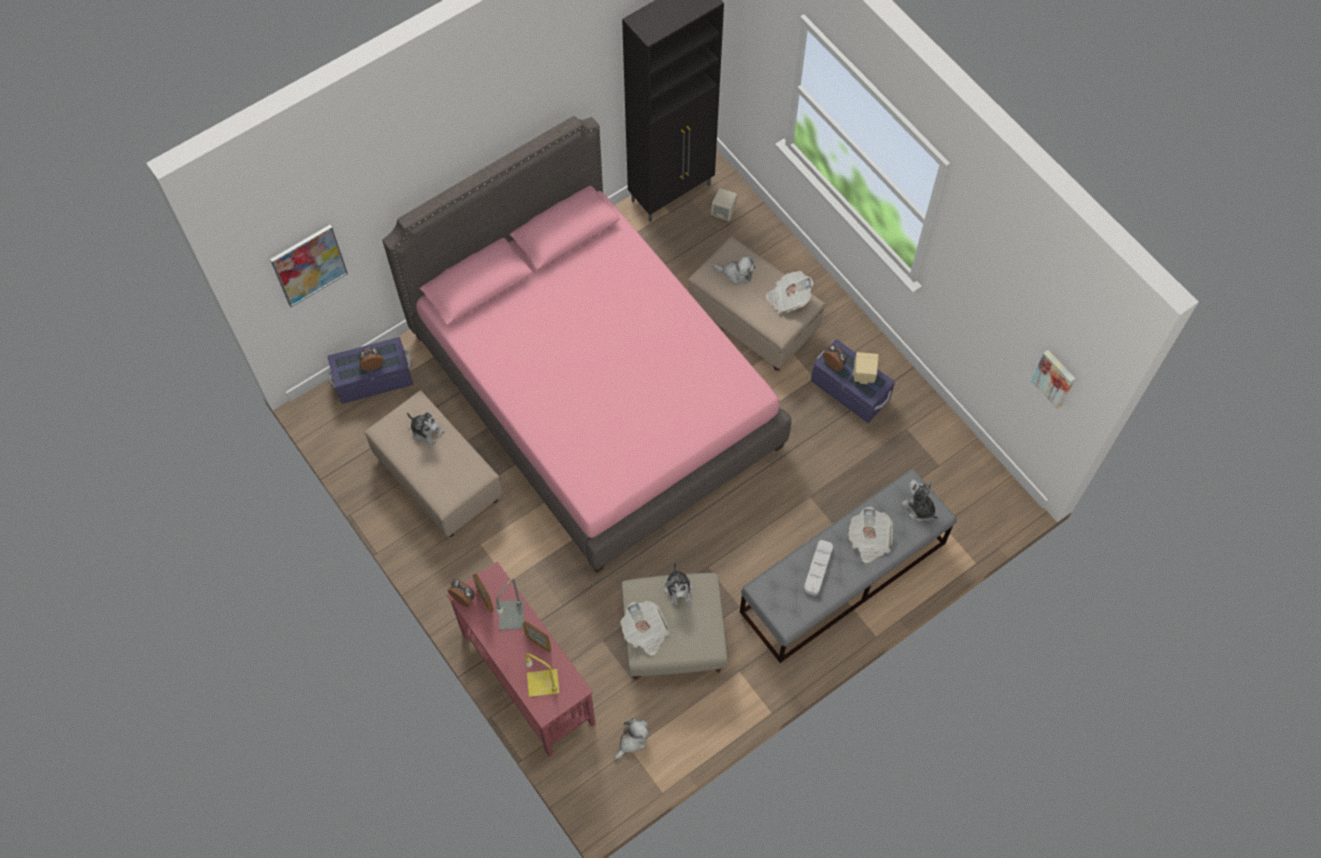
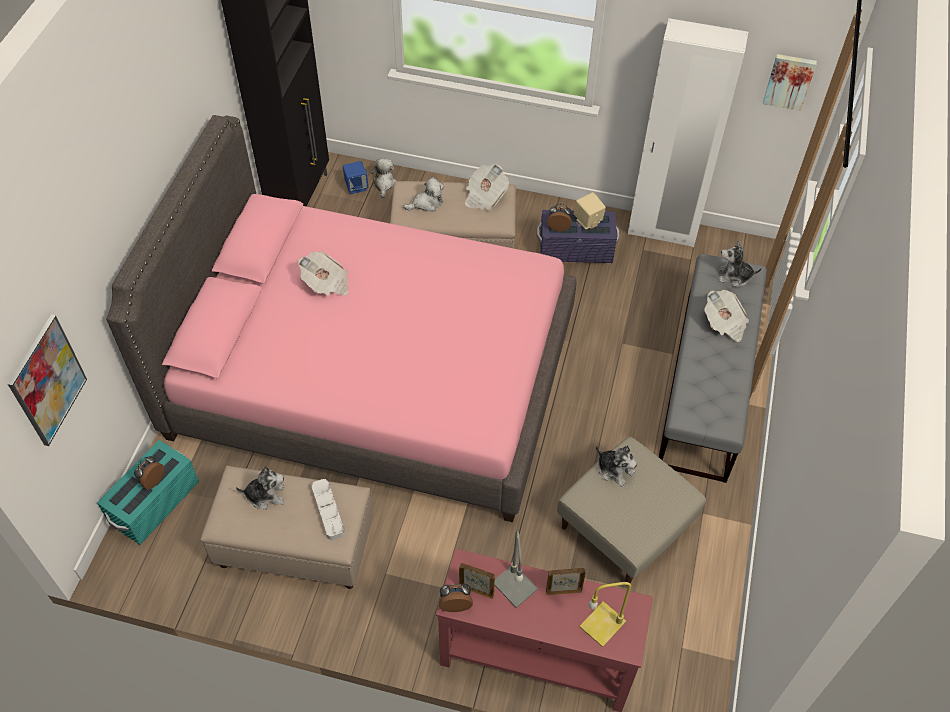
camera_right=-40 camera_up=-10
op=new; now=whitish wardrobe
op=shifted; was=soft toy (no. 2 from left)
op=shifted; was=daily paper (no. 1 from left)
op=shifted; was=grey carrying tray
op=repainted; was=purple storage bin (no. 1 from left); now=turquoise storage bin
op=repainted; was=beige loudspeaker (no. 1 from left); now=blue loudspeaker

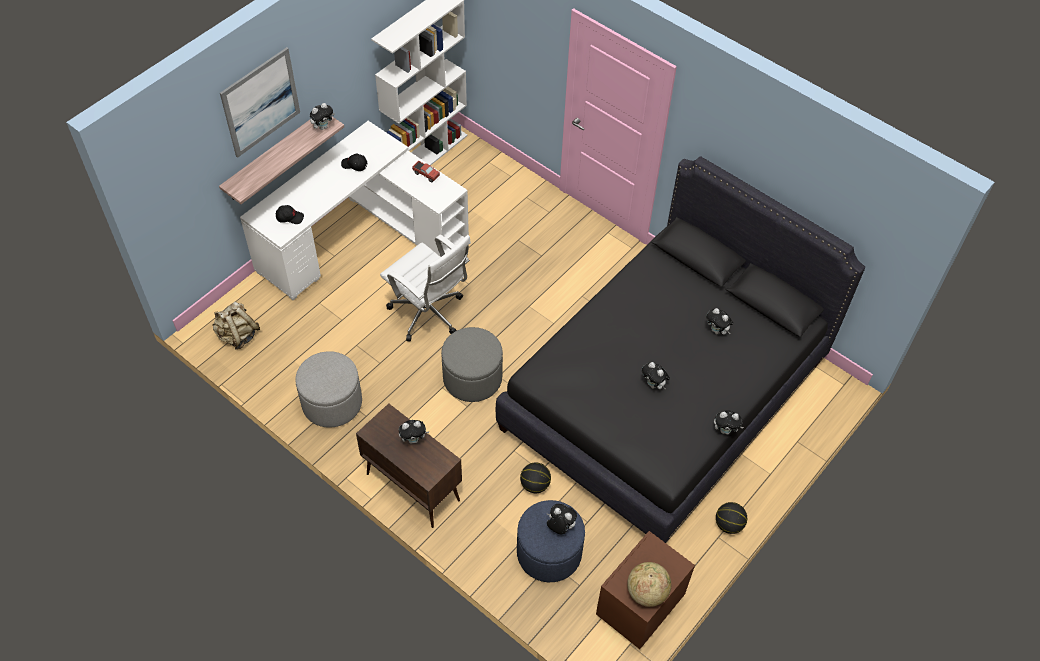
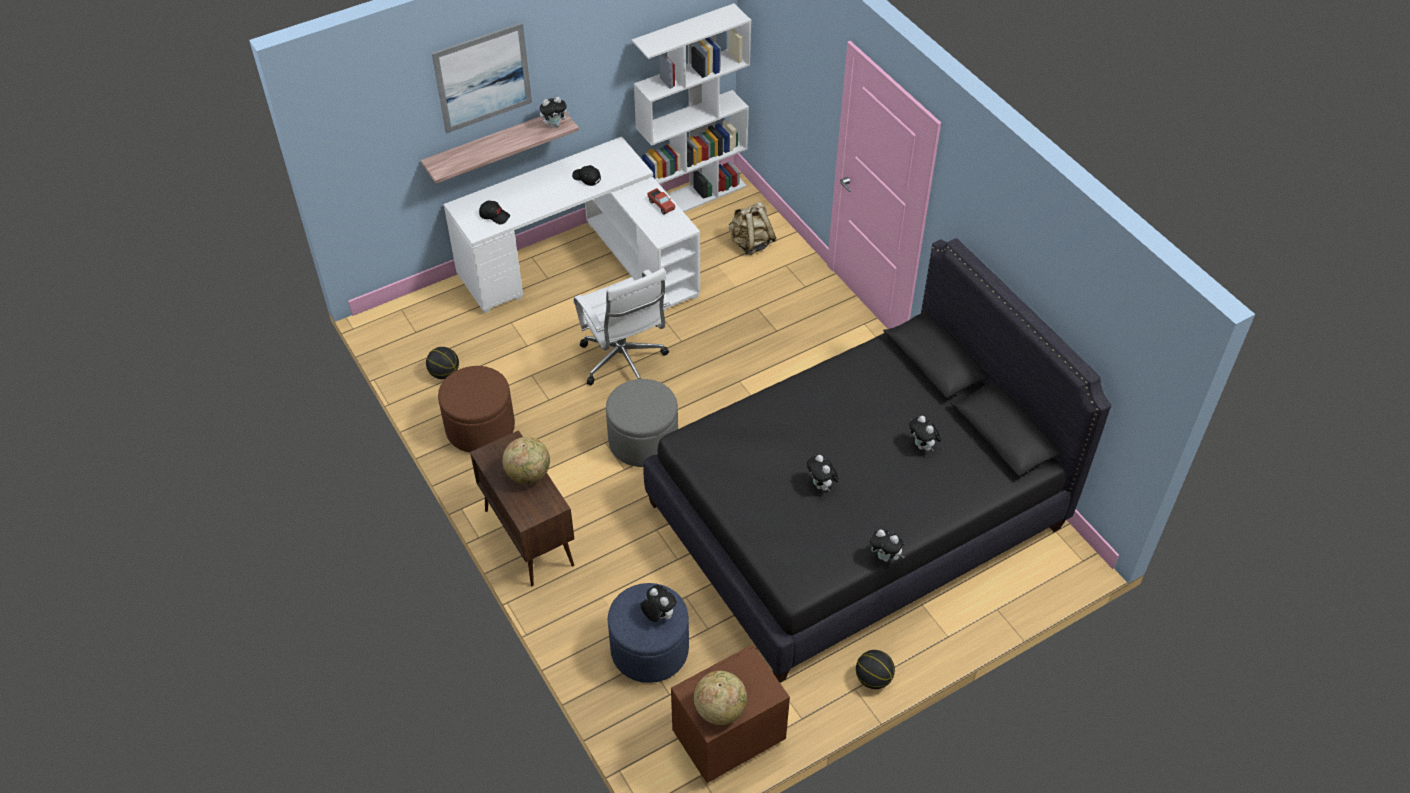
camera_right=20 camera_up=-5
op=shifted; was=beige backpack
op=shifted; was=basketball ball (no. 1 from left)
op=swapped; was=soft toy (no. 2 from left); now=desk globe (no. 1 from left)
op=repainted; was=grey pouffe (no. 1 from left); now=brown pouffe

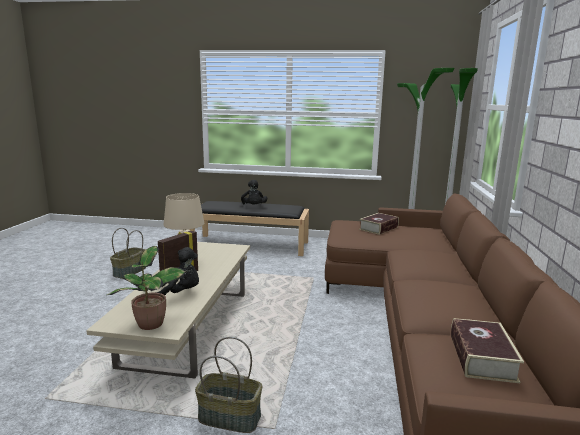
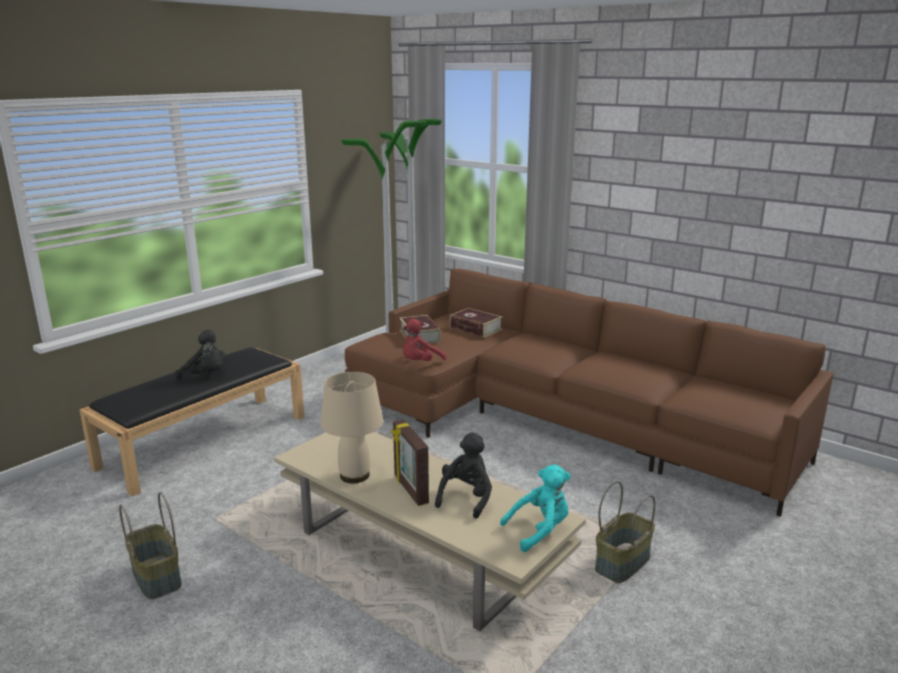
camera_right=-60 camera_up=5
op=new; now=red-coloured soft toy
op=shifted; was=book (no. 2 from left)
op=swapped; was=houseplant; now=turquoise soft toy

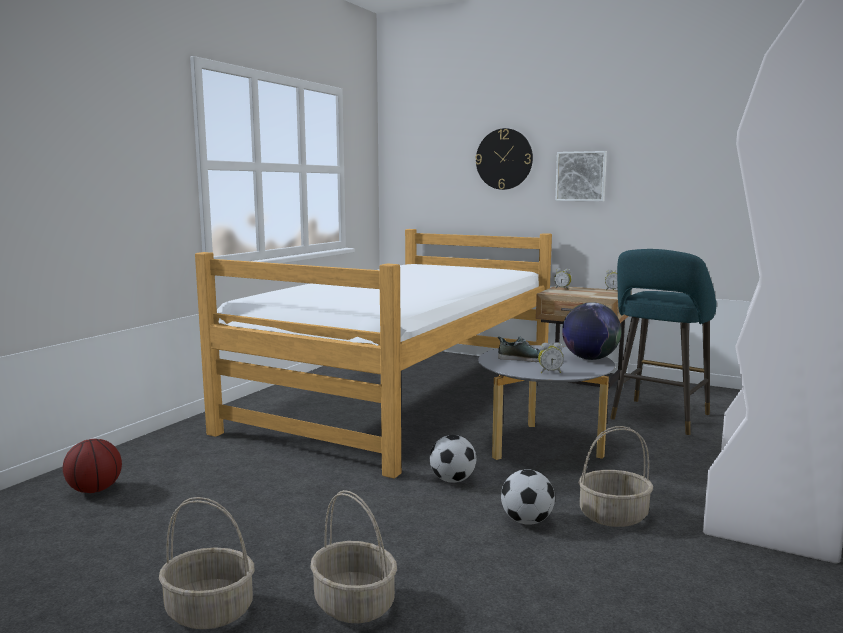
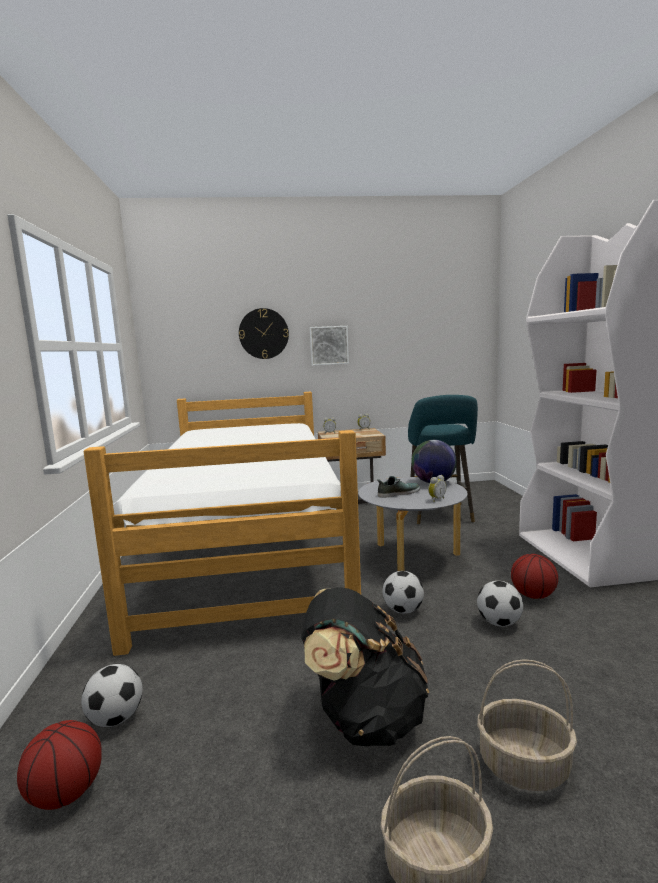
camera_right=-35 camera_up=0
op=new; now=ball for football (no. 1 from left)
op=new; now=black backpack
op=swapped; was=storage basket (no. 3 from left); now=basketball ball (no. 2 from left)

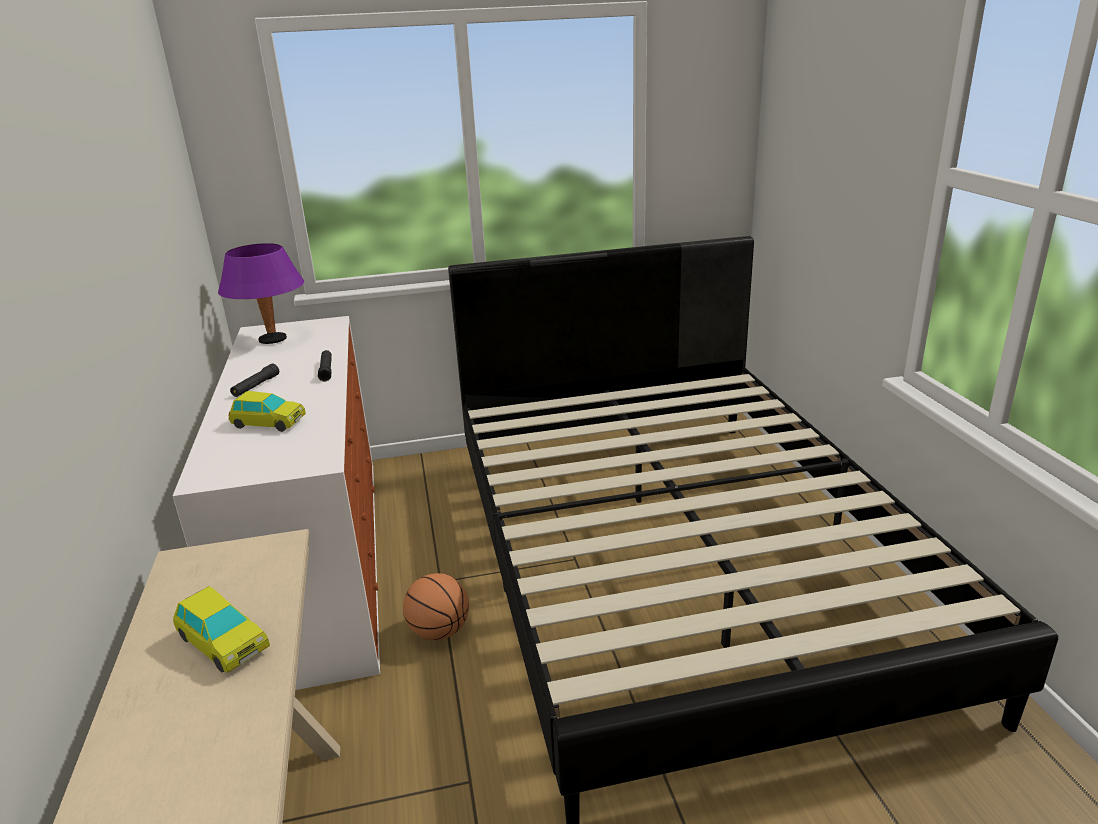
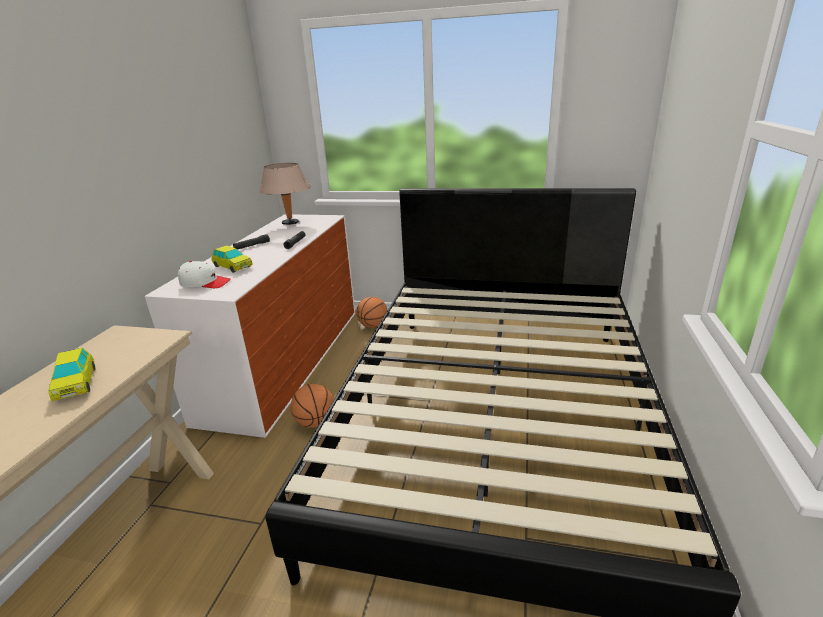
camera_right=25 camera_up=0
op=new; now=whitish cap
op=new; now=basketball ball (no. 2 from left)
op=repainted; was=purple table lamp; now=beige table lamp

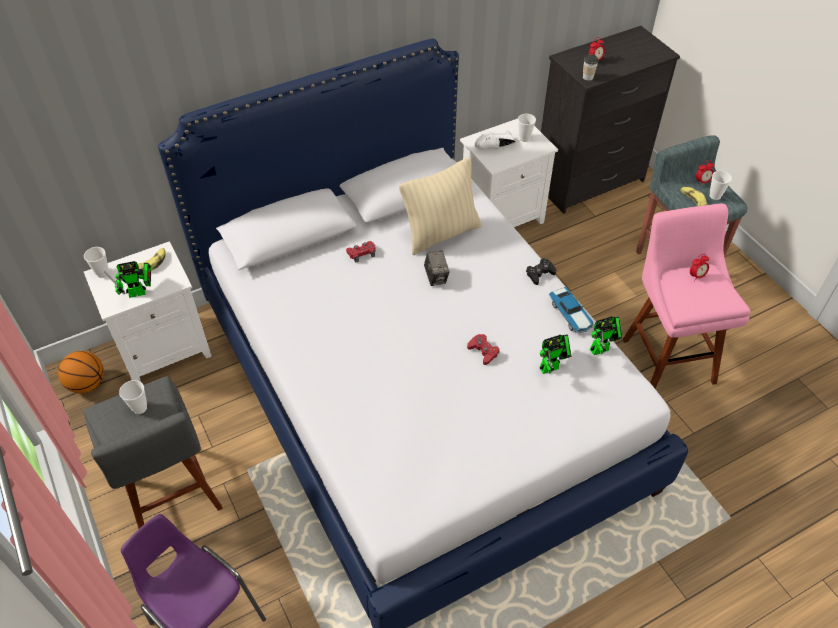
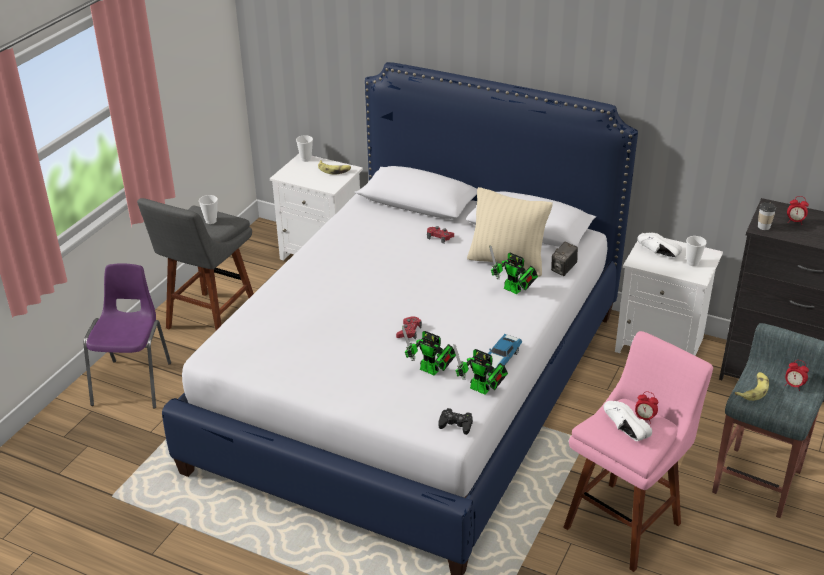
camera_right=55 camera_up=-15
op=gone; was=basketball ball
op=gone; was=small cup (no. 5 from left)
op=new; now=whitish item of footwear (no. 1 from left)
op=shifted; was=model robot (no. 1 from left in the first image); now=model robot (no. 3 from left)
op=shifted; was=photo camera
op=shifted; was=black joypad

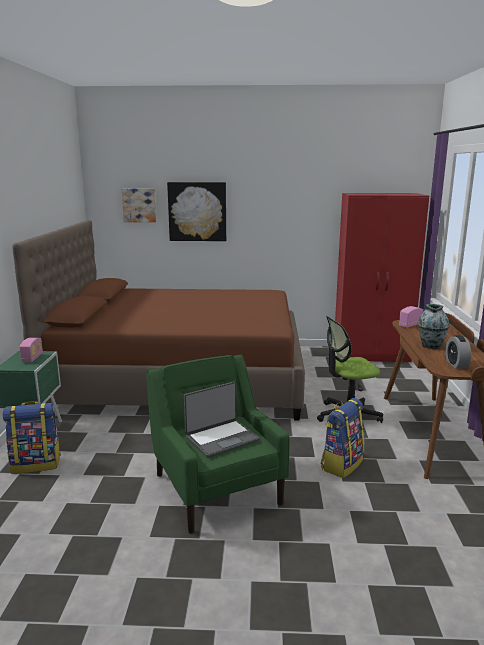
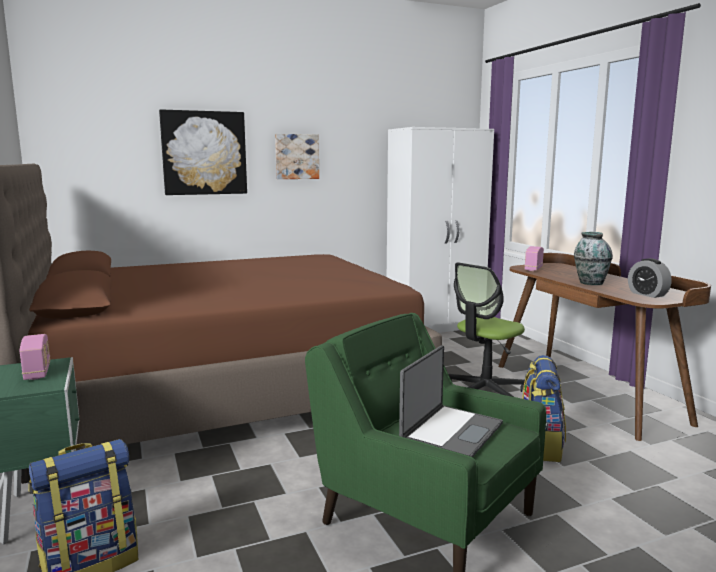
camera_right=-25 camera_up=-5
op=shifted; was=wall picture (no. 1 from left in the first image); now=wall picture (no. 2 from left)
op=repainted; was=red-coloured wardrobe; now=whitish wardrobe

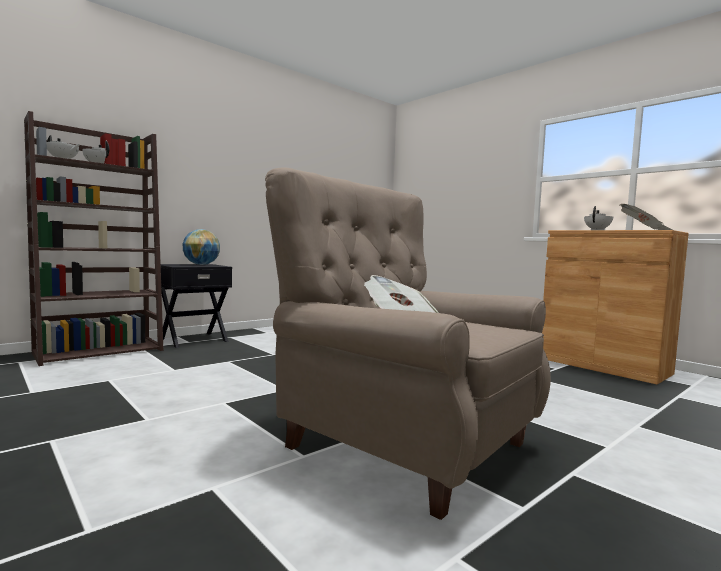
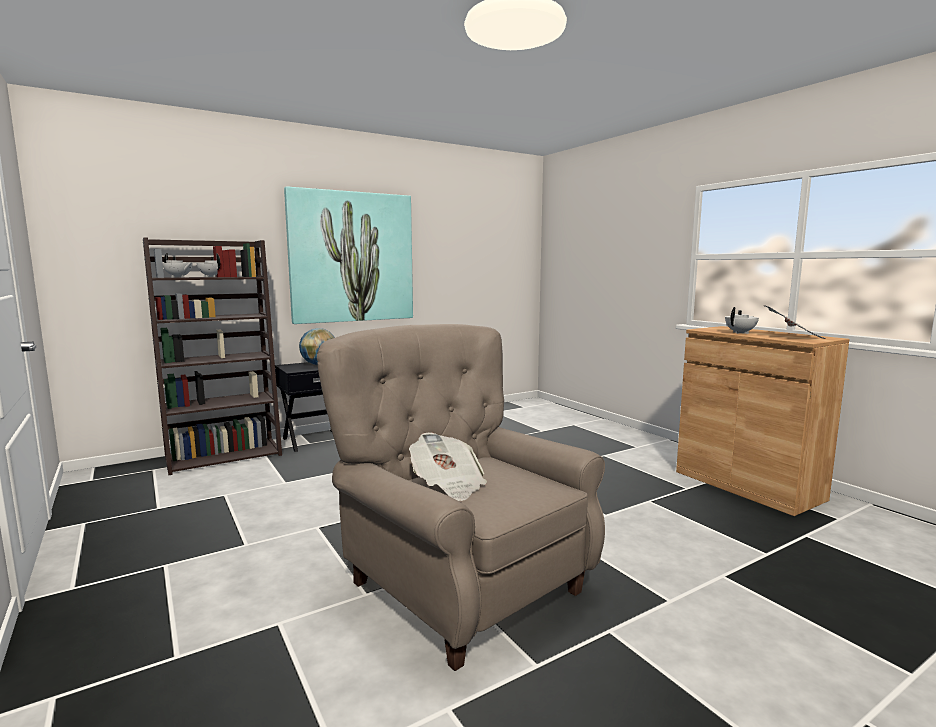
camera_right=10 camera_up=5
op=new; now=wall picture

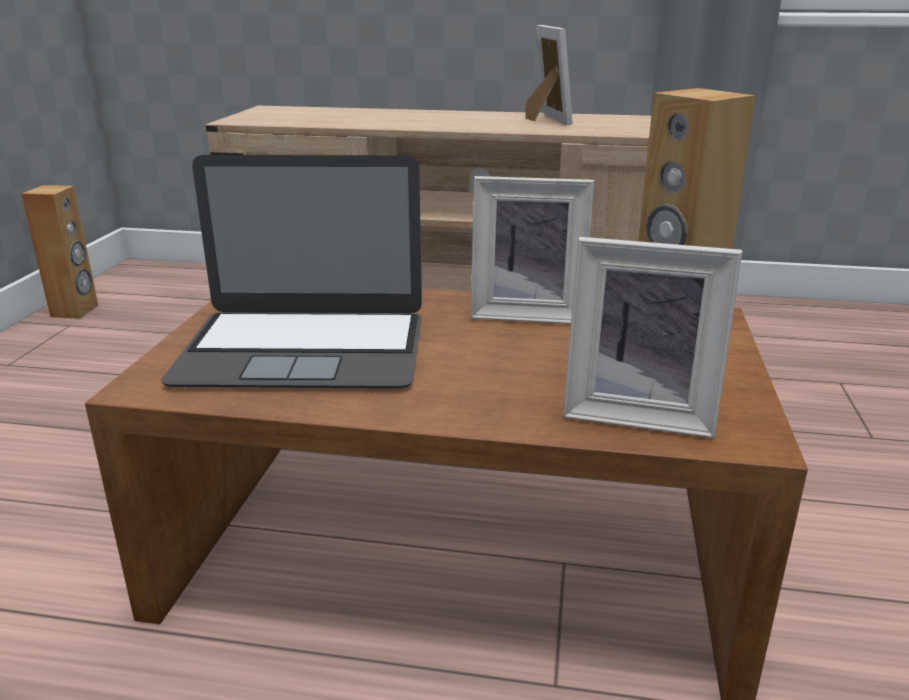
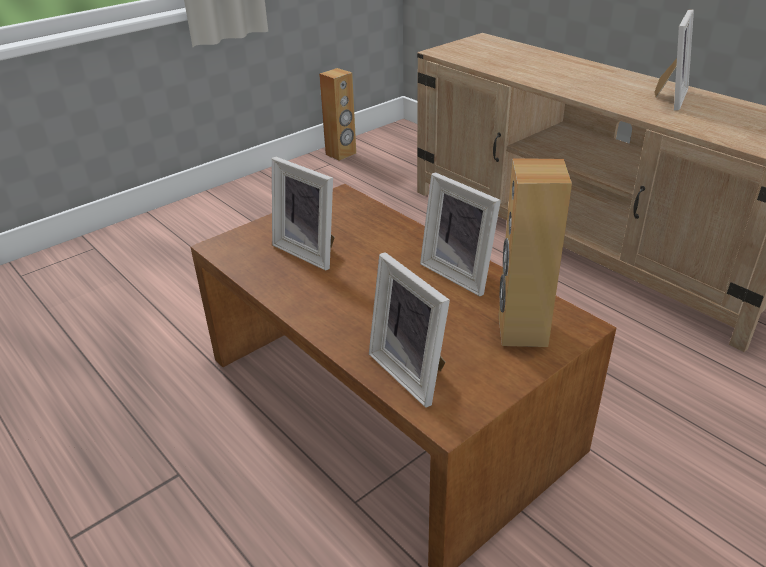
camera_right=40 camera_up=10
op=swapped; was=portable computer; now=photo frame (no. 1 from left)

